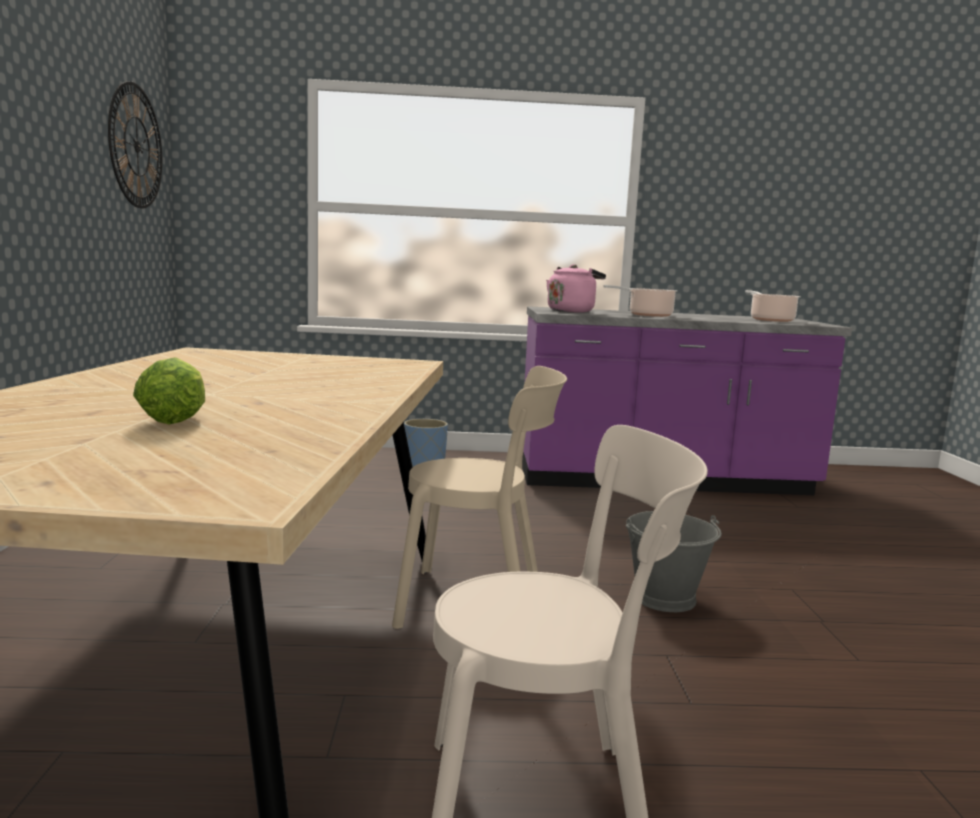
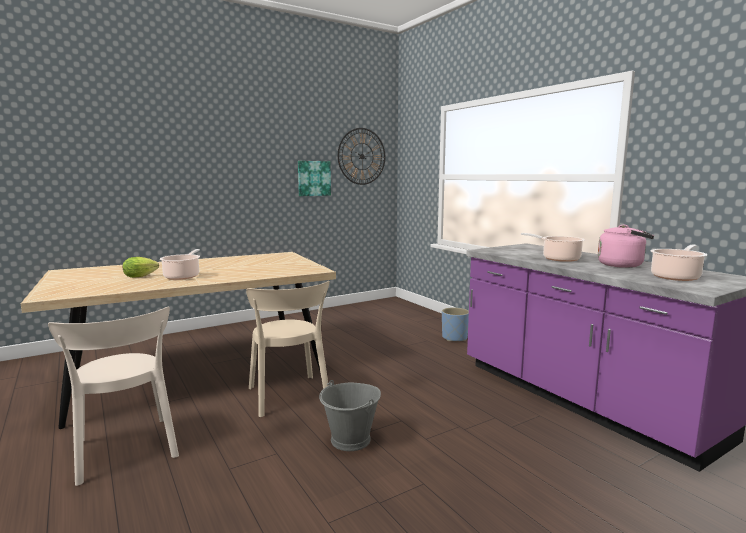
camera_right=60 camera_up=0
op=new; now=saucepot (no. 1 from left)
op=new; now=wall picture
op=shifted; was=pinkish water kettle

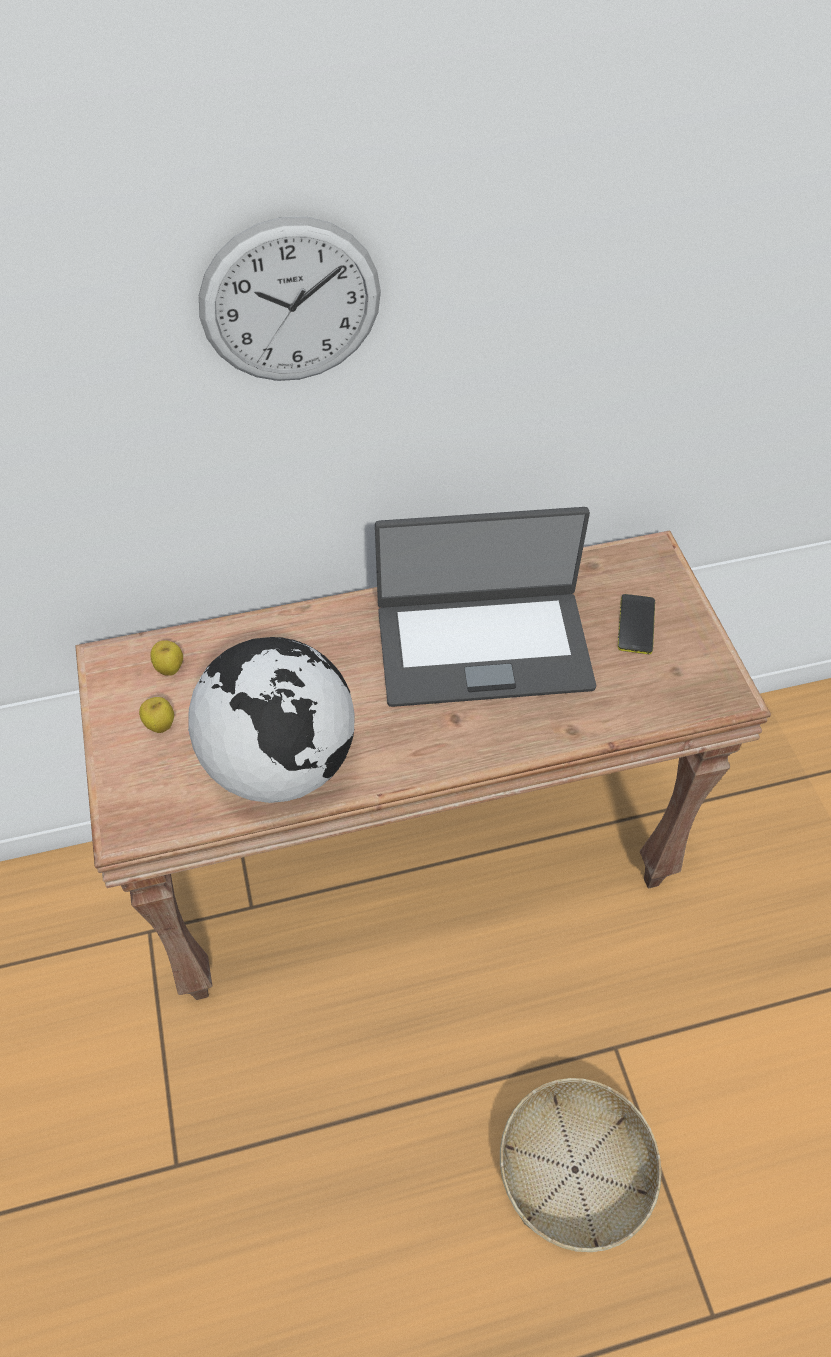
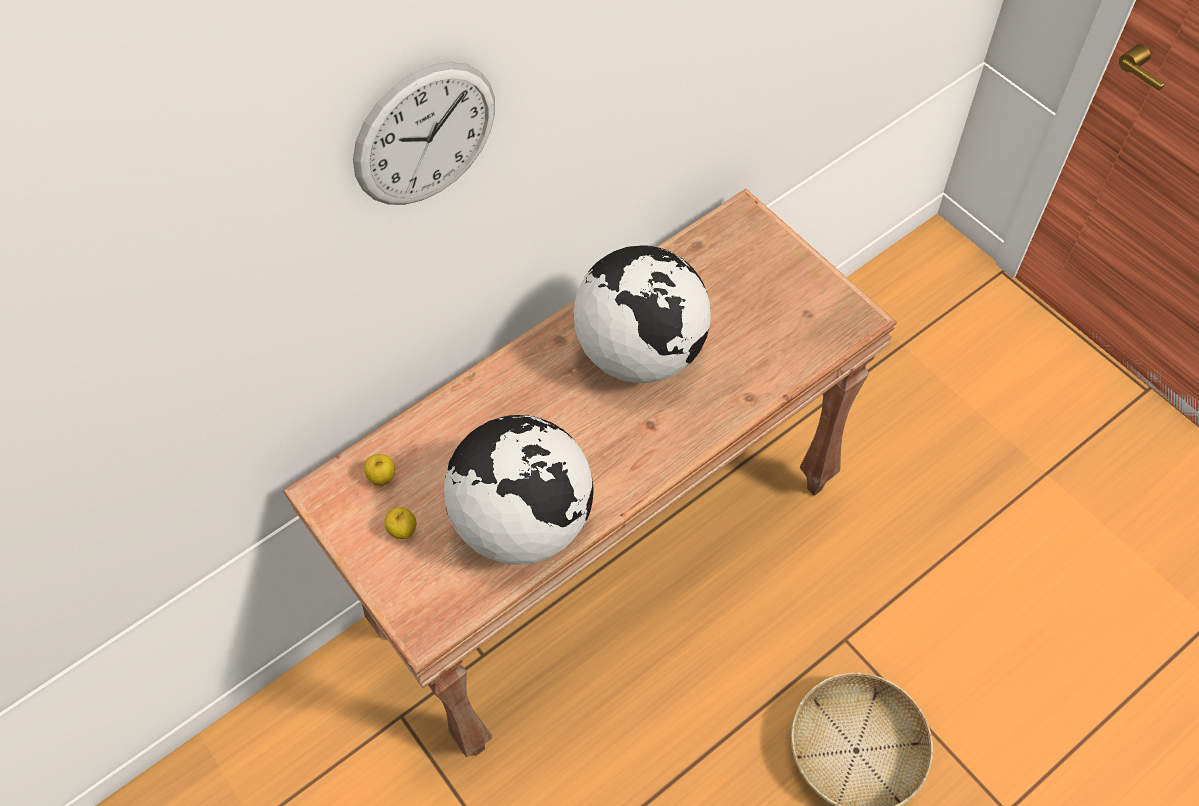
camera_right=-20 camera_up=5
op=gone; was=telephone
op=swapped; was=portable computer; now=desk globe (no. 2 from left)

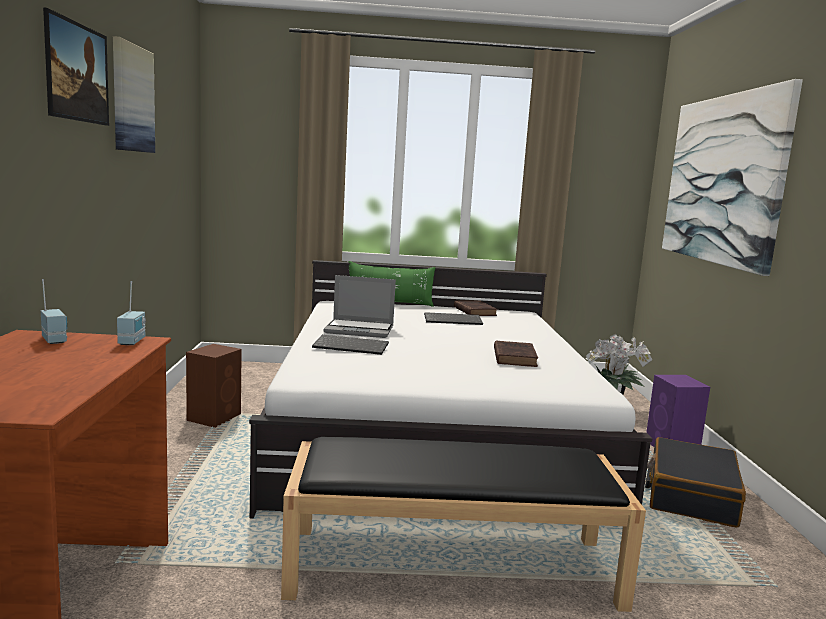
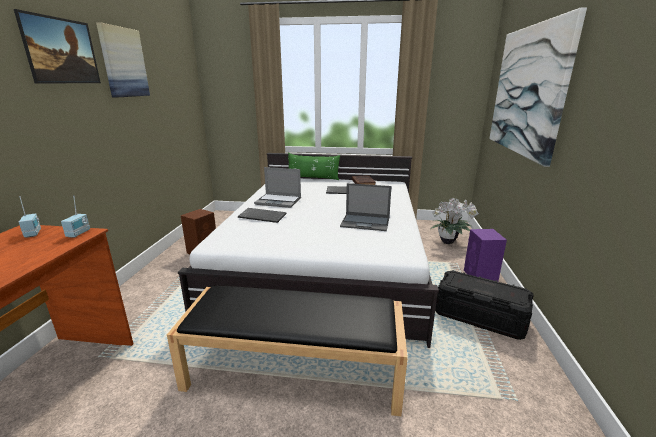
camera_right=10 camera_up=10
op=swapped; was=brown book (no. 2 from left); now=portable computer (no. 2 from left)
op=swapped; was=black travel case; now=black storage bin

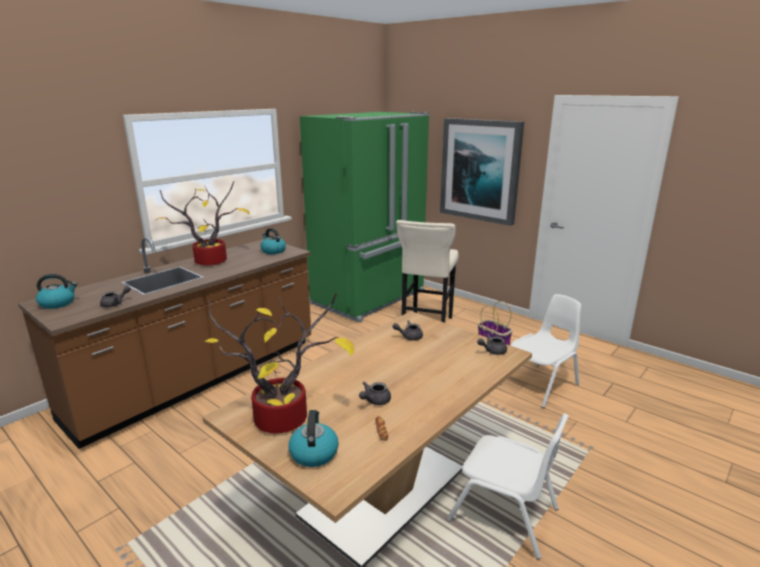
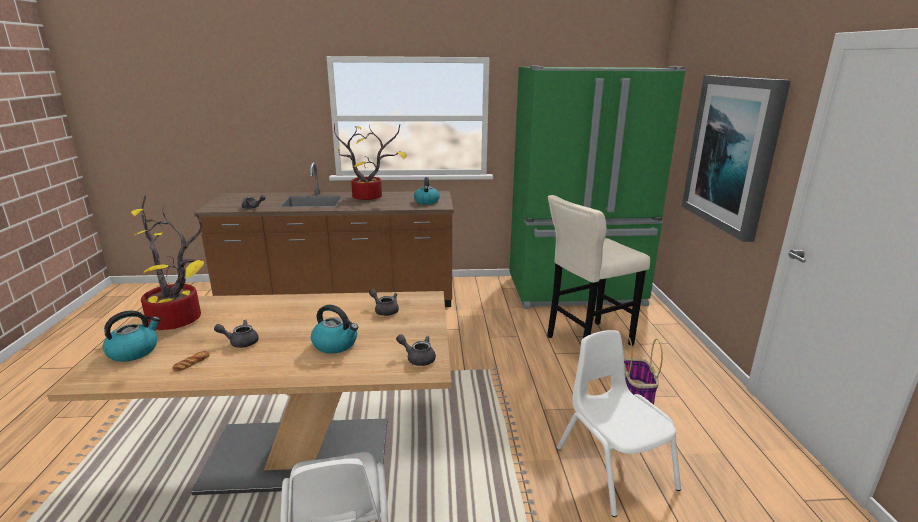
camera_right=45 camera_up=0
op=shifted; was=water kettle (no. 1 from left in the first image); now=water kettle (no. 2 from left)
op=rotated; was=whitish chair (no. 2 from left); clockwise=-120

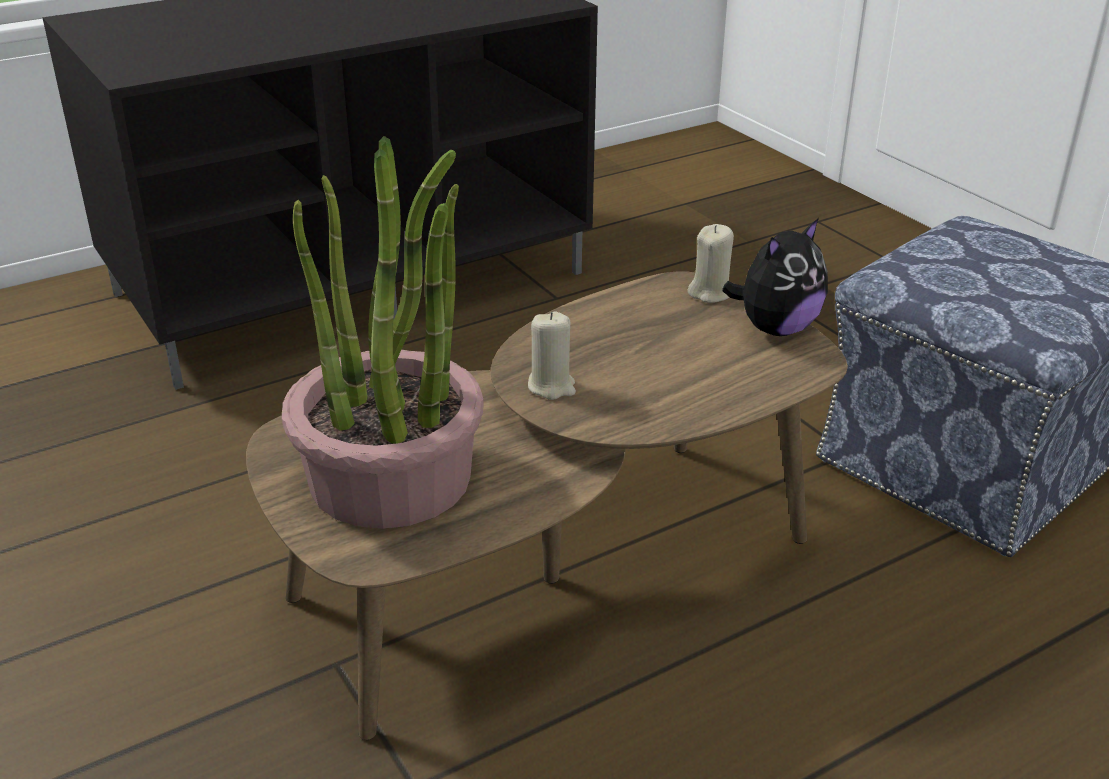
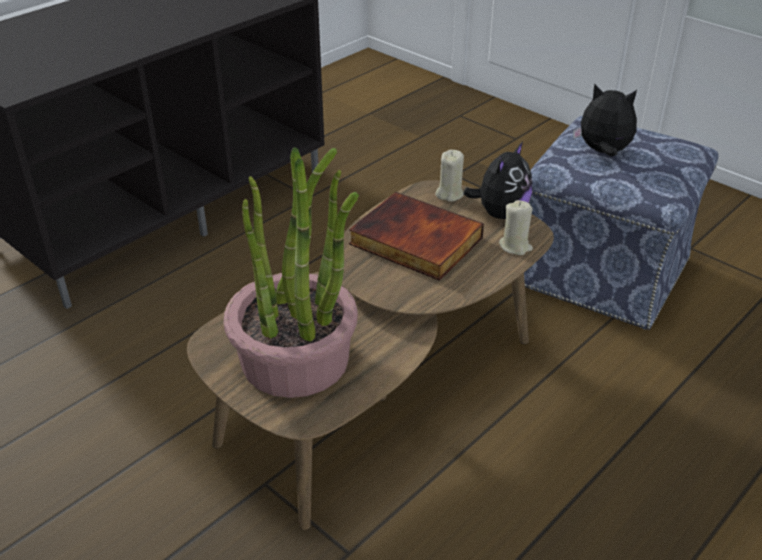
camera_right=-15 camera_up=5
op=new; now=book
op=new; now=soft toy (no. 2 from left)
op=shifted; was=beige wax candle (no. 1 from left in the first image); now=beige wax candle (no. 2 from left)

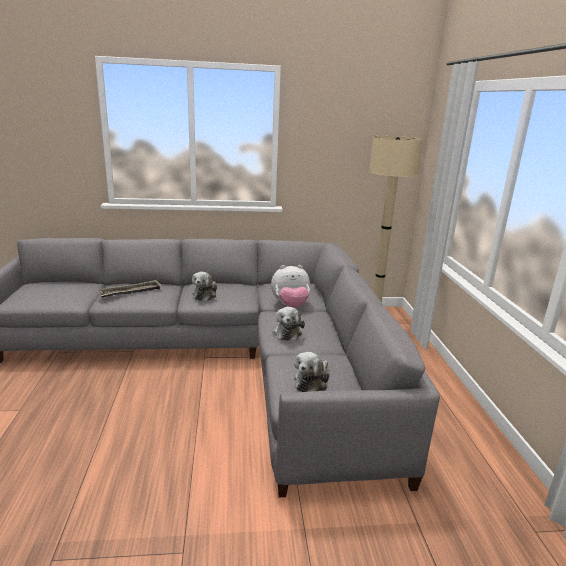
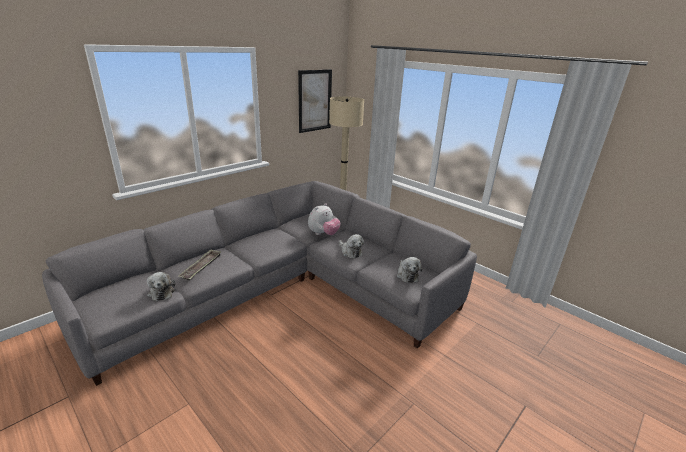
camera_right=-40 camera_up=5
op=new; now=wall picture
op=shifted; was=soft toy (no. 1 from left)

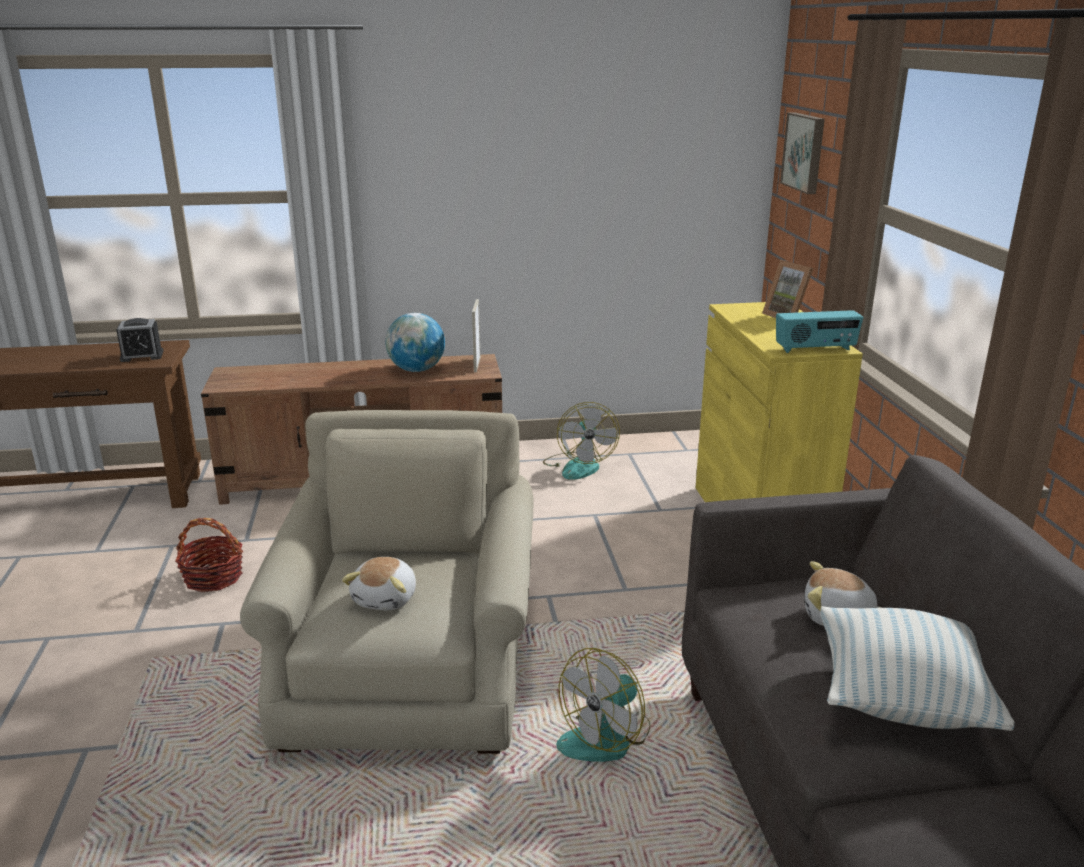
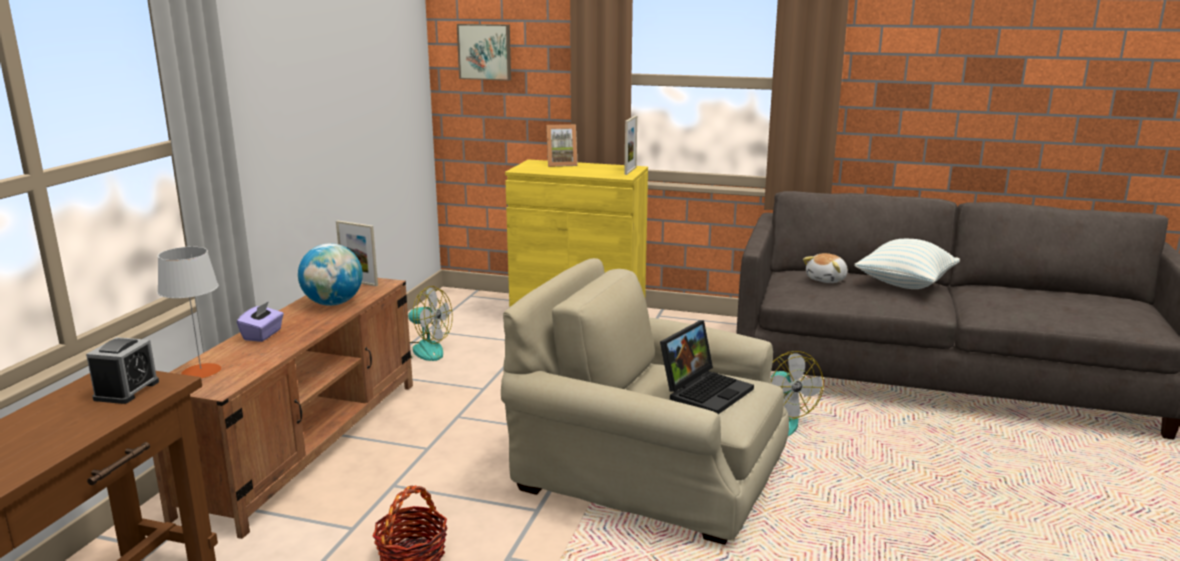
camera_right=-65 camera_up=-5
op=new; now=grey table lamp
op=new; now=purple tissue holder
op=swapped; was=soft toy (no. 1 from left); now=portable computer
op=swapped; was=radio receiver; now=photo frame (no. 3 from left)

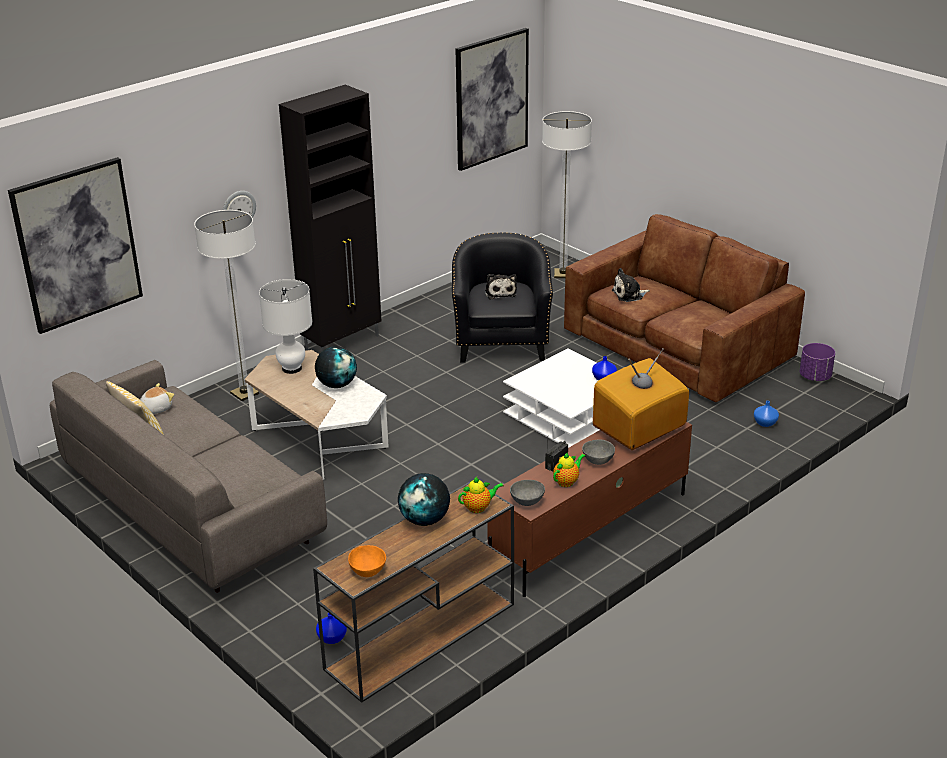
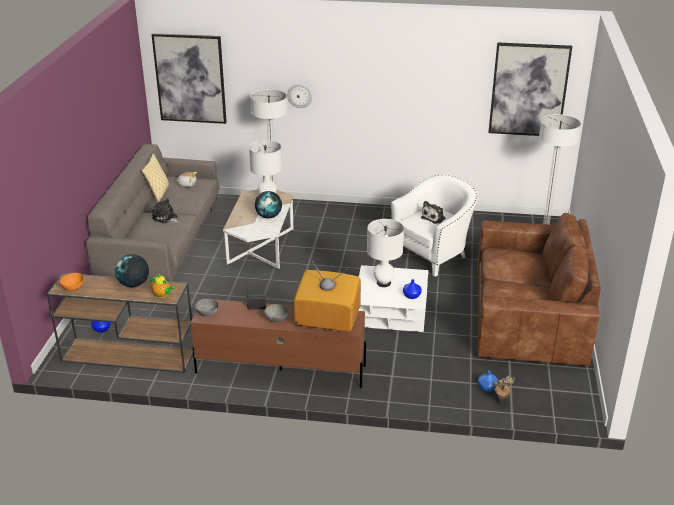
camera_right=50 camera_up=0
op=gone; was=black storage cabinet
op=gone; was=tea pot (no. 2 from left)
op=gone; was=purple plant pot
op=new; now=whitish table lamp (no. 2 from left)
op=new; now=houseplant
op=shifted; was=soft toy (no. 3 from left in the first image); now=soft toy (no. 1 from left)
op=repainted; was=black armchair; now=whitish armchair

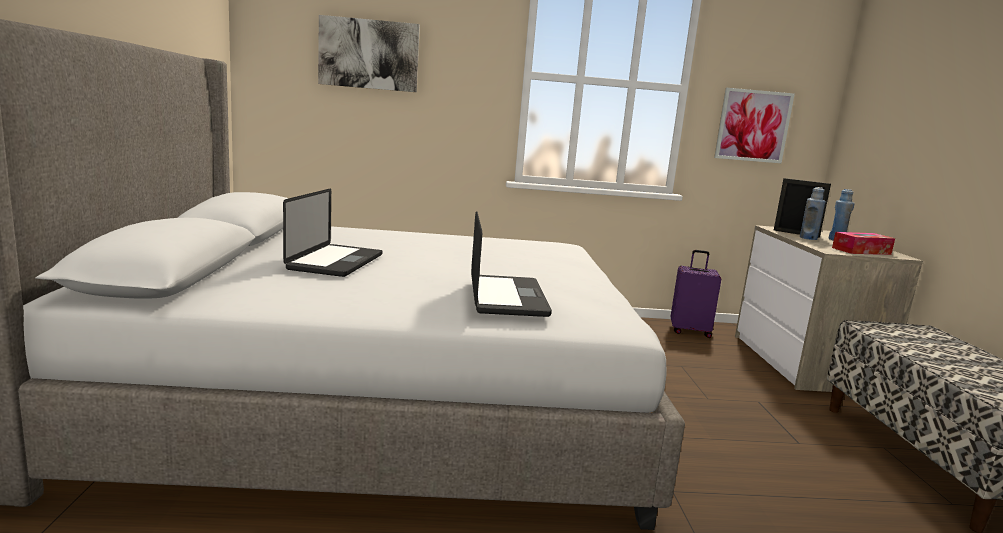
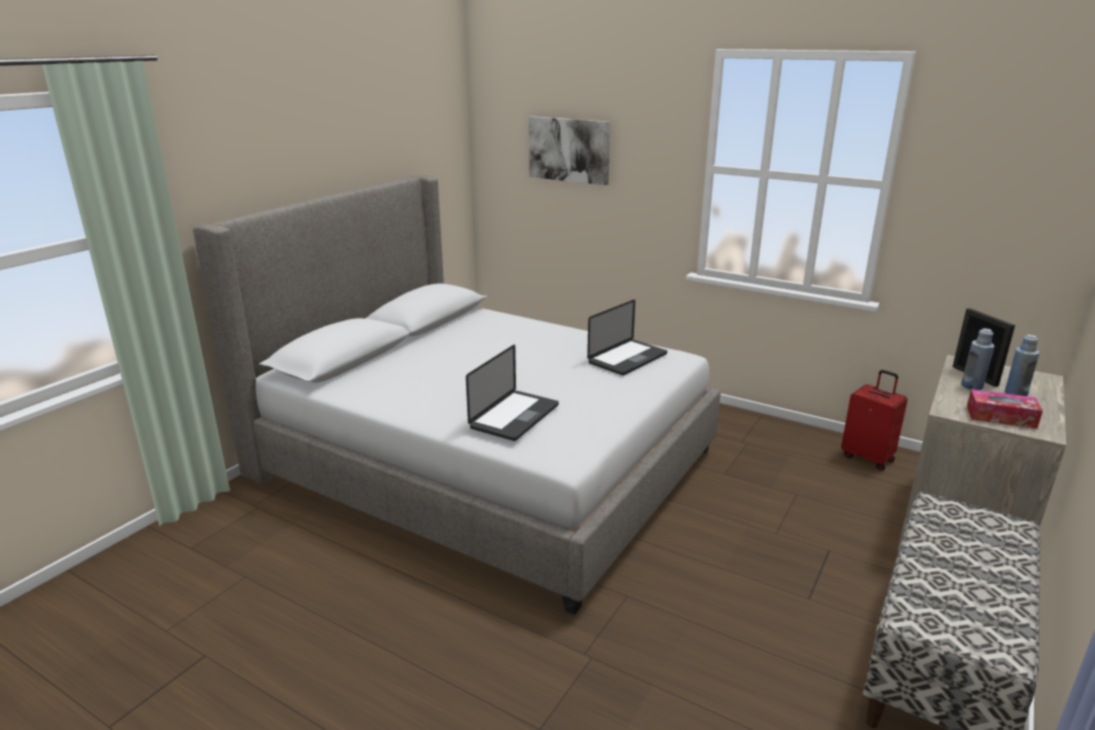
camera_right=35 camera_up=10
op=gone; was=wall picture (no. 2 from left)
op=shifted; was=portable computer (no. 1 from left in the first image); now=portable computer (no. 2 from left)
op=repainted; was=purple travel case; now=red-coloured travel case

